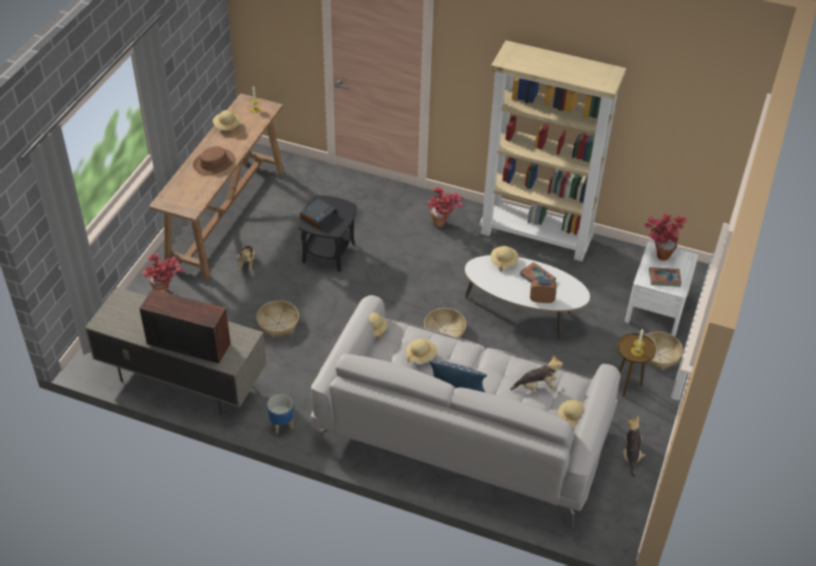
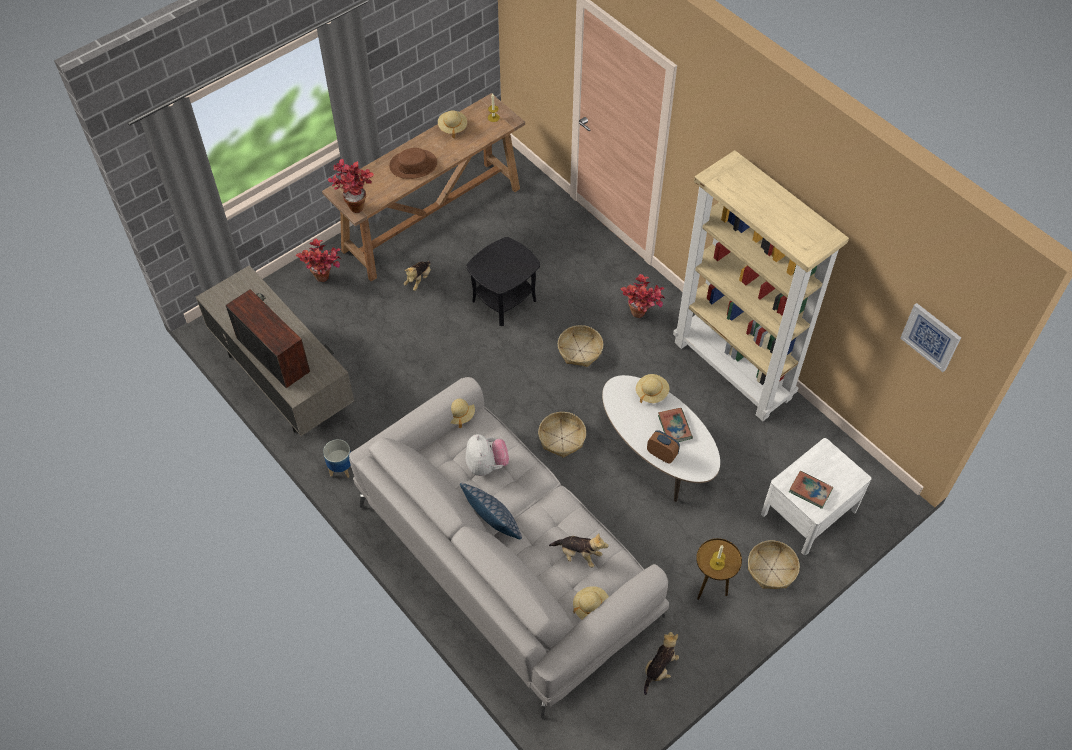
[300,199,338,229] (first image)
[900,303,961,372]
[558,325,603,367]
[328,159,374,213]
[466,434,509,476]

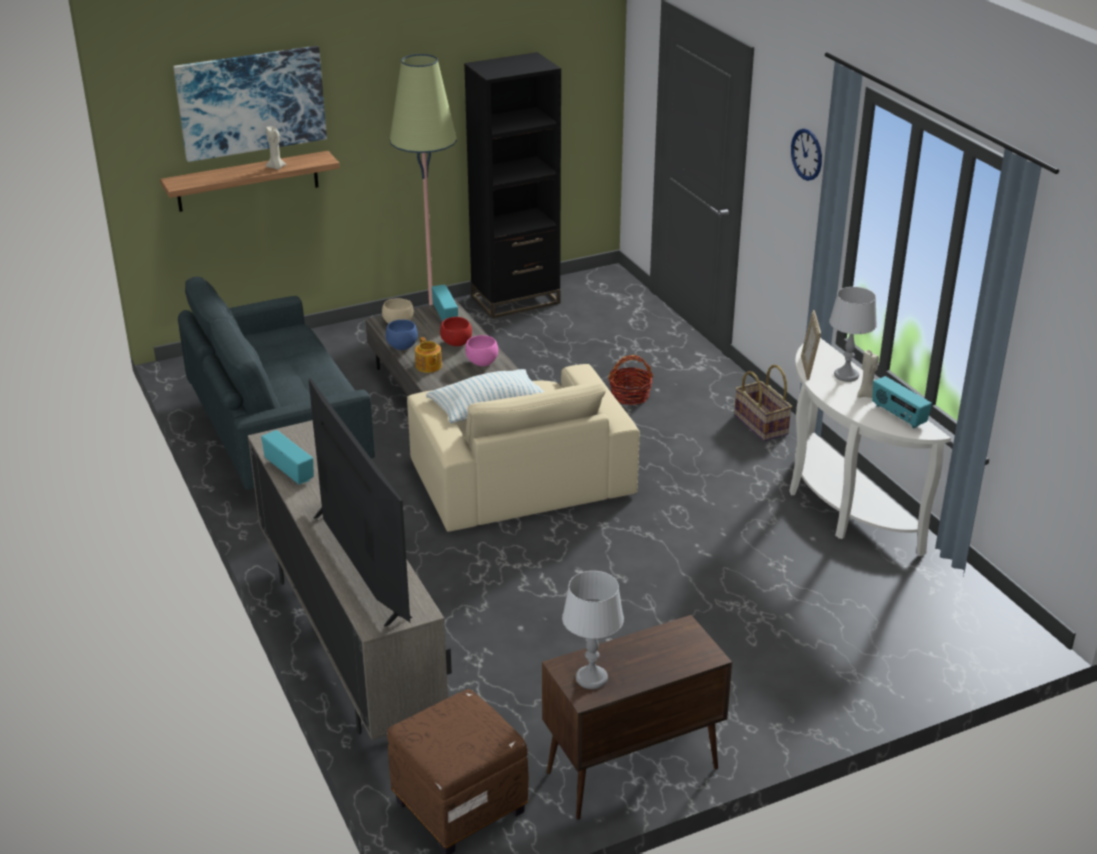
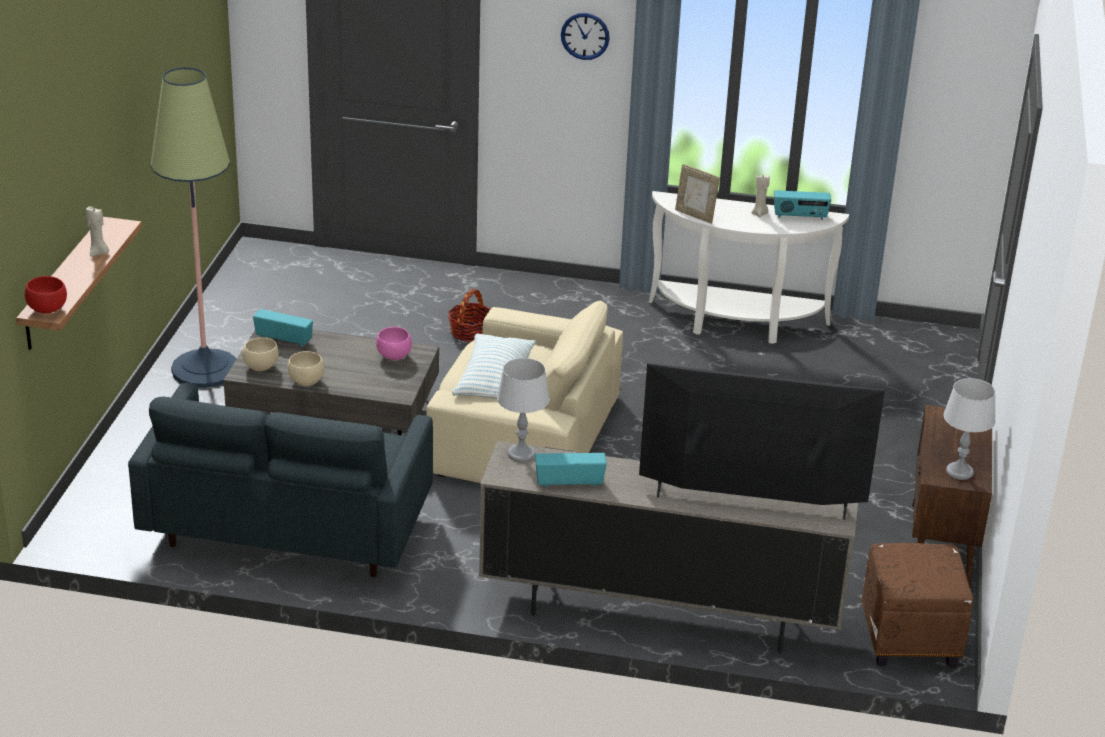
[173,46,327,162] (first image)
[415,337,442,373] (first image)
[464,52,561,318] (first image)
[734,365,792,441] (first image)
[25,276,67,313]
[497,358,550,462]
[288,351,325,386]

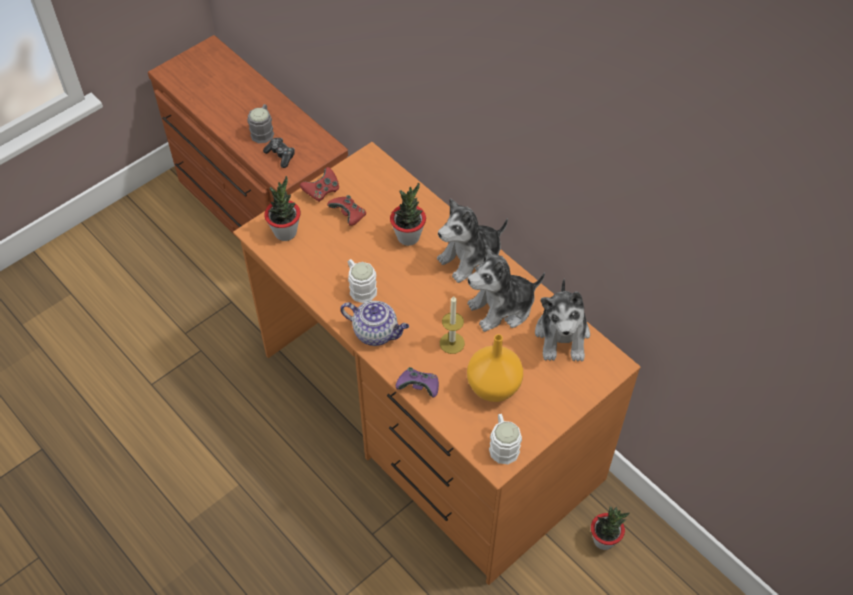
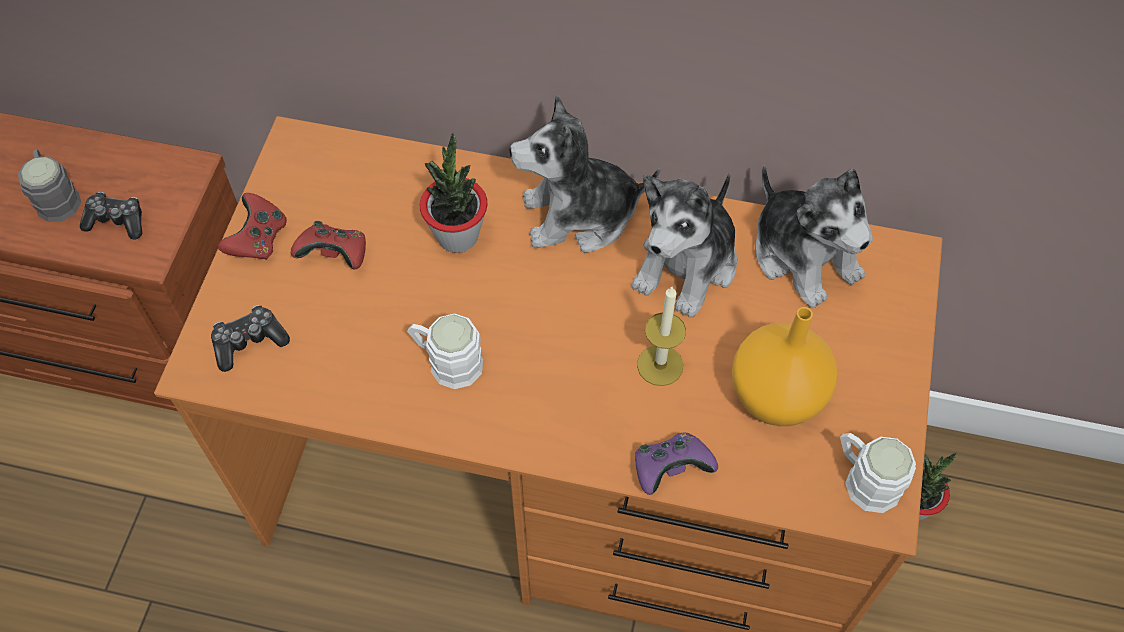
[341,301,409,346] (first image)
[211,305,290,372]
[510,95,660,253]

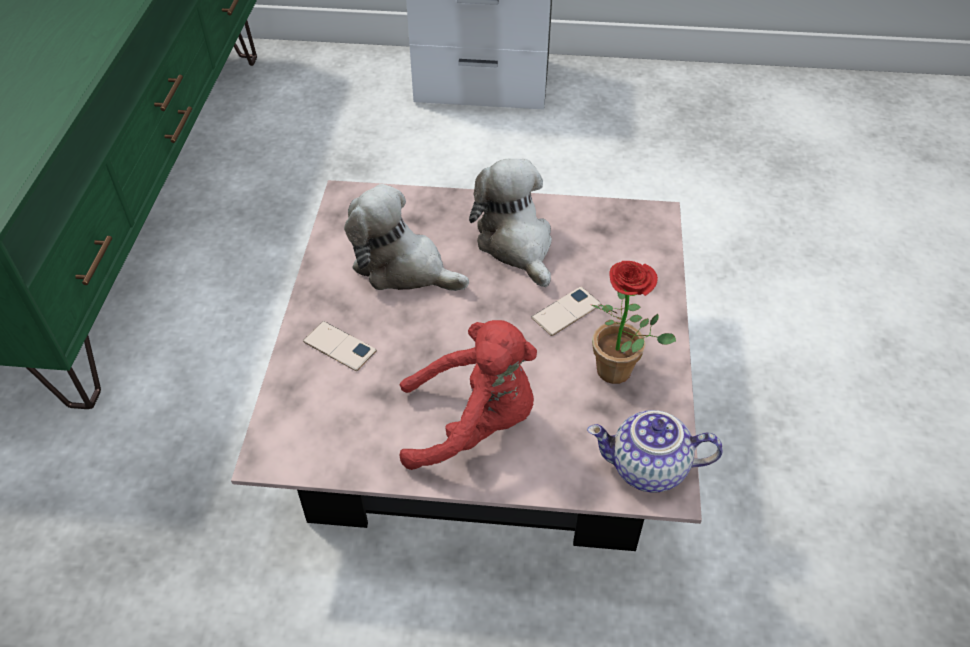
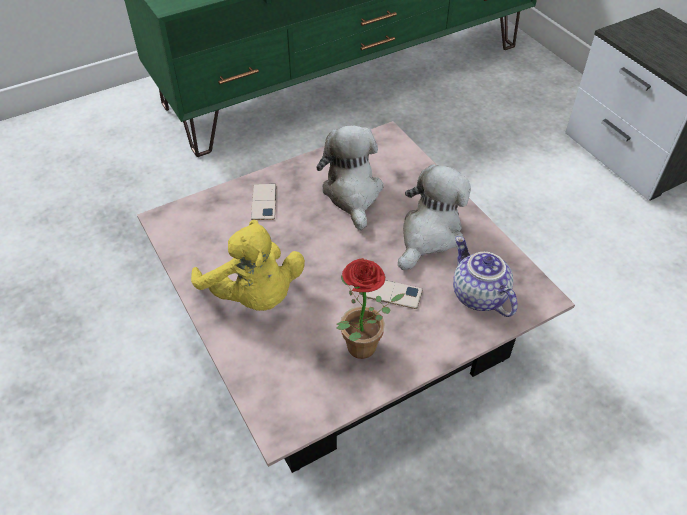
[453,236,517,317]
[191,220,305,311]

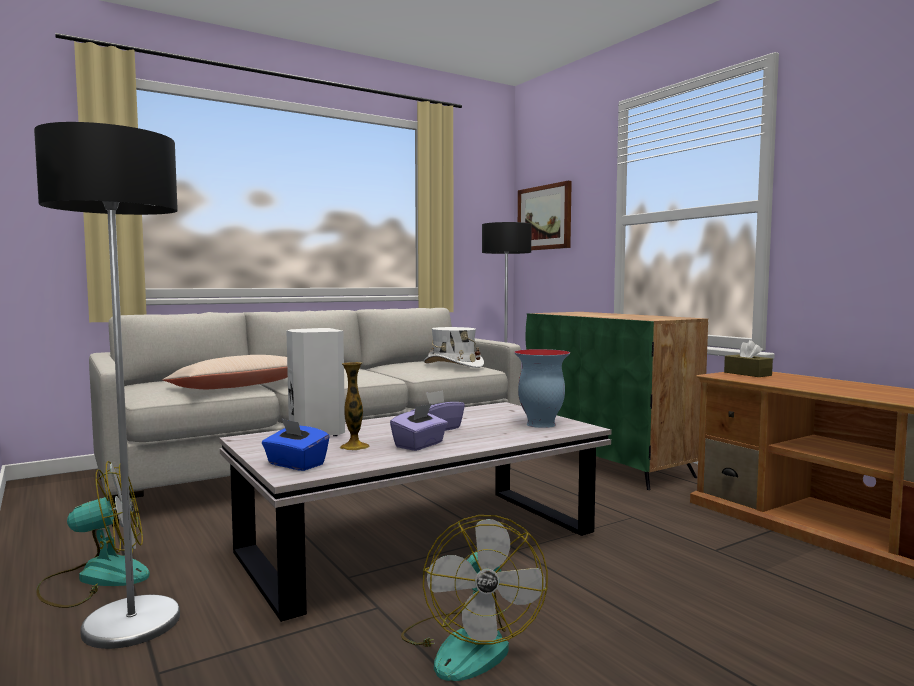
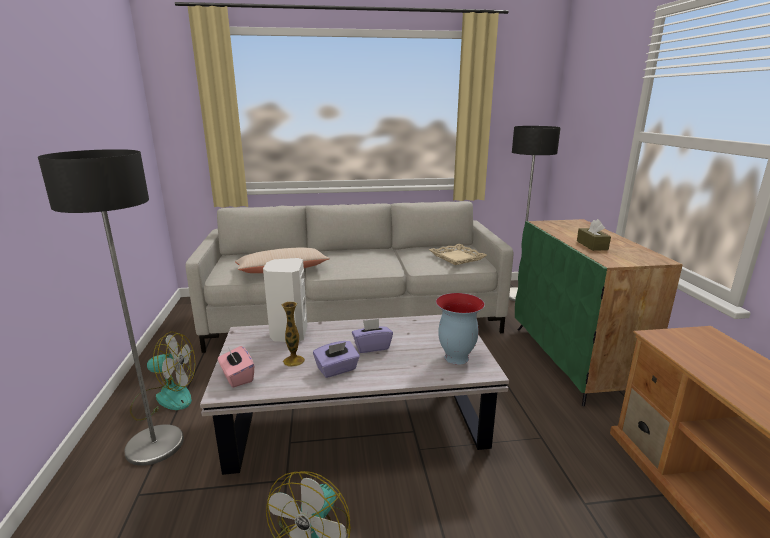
[518,181,572,250] (first image)
[577,219,611,251]
[429,244,487,265]
[218,346,254,388]

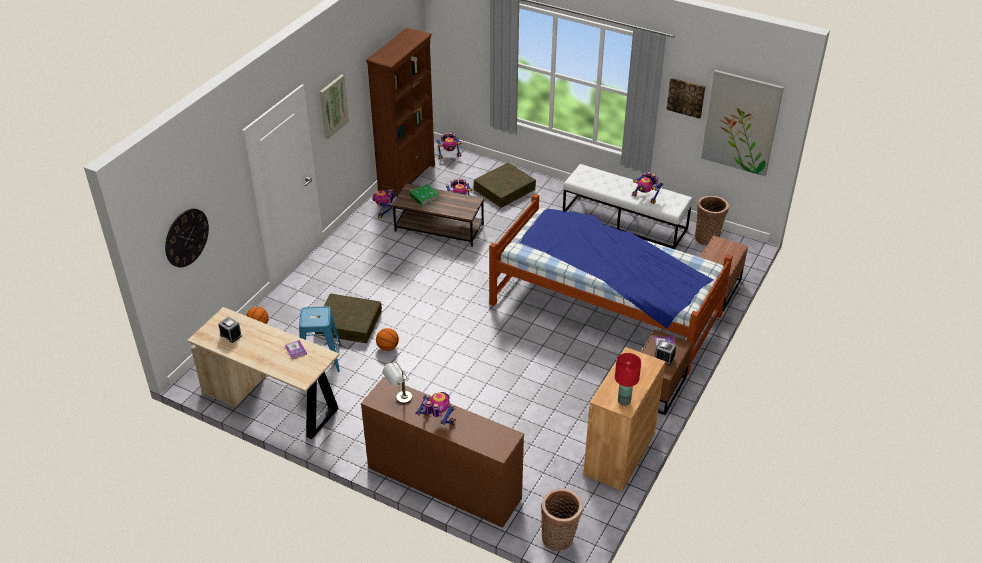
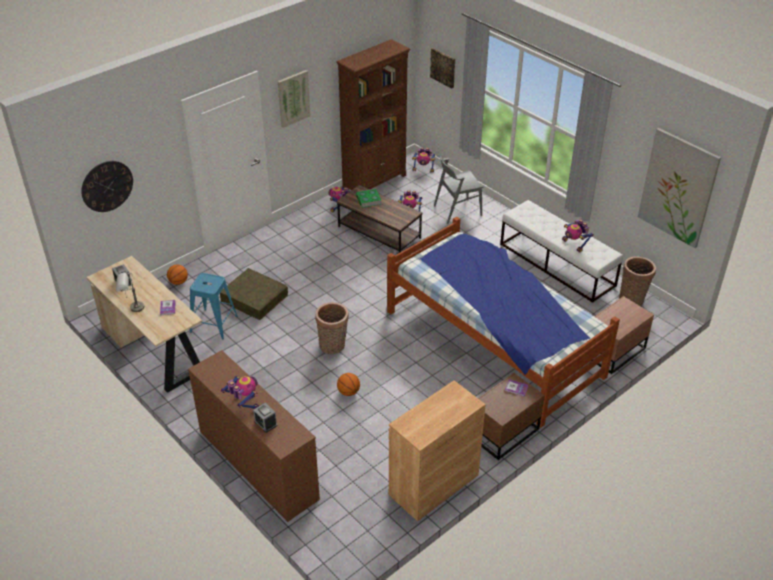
[615,353,641,406] (first image)
[337,373,360,396]
[116,273,144,312]
[315,302,349,354]
[253,403,277,433]
[430,48,455,88]
[434,156,483,224]

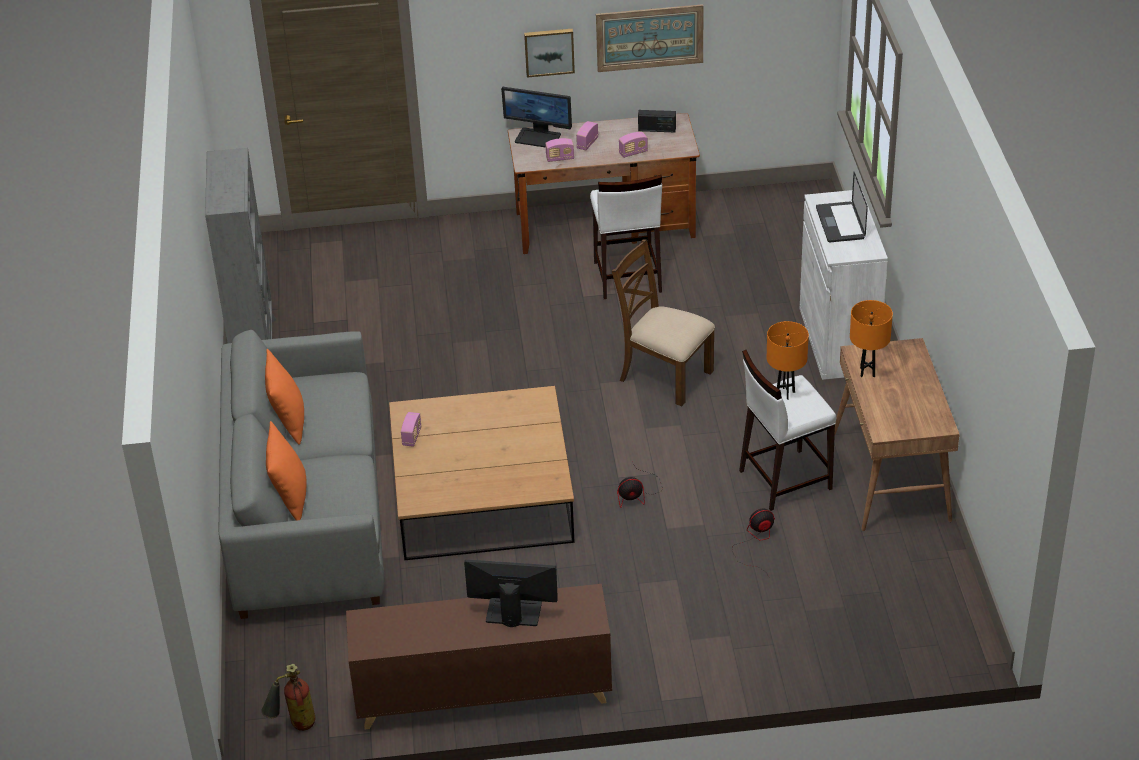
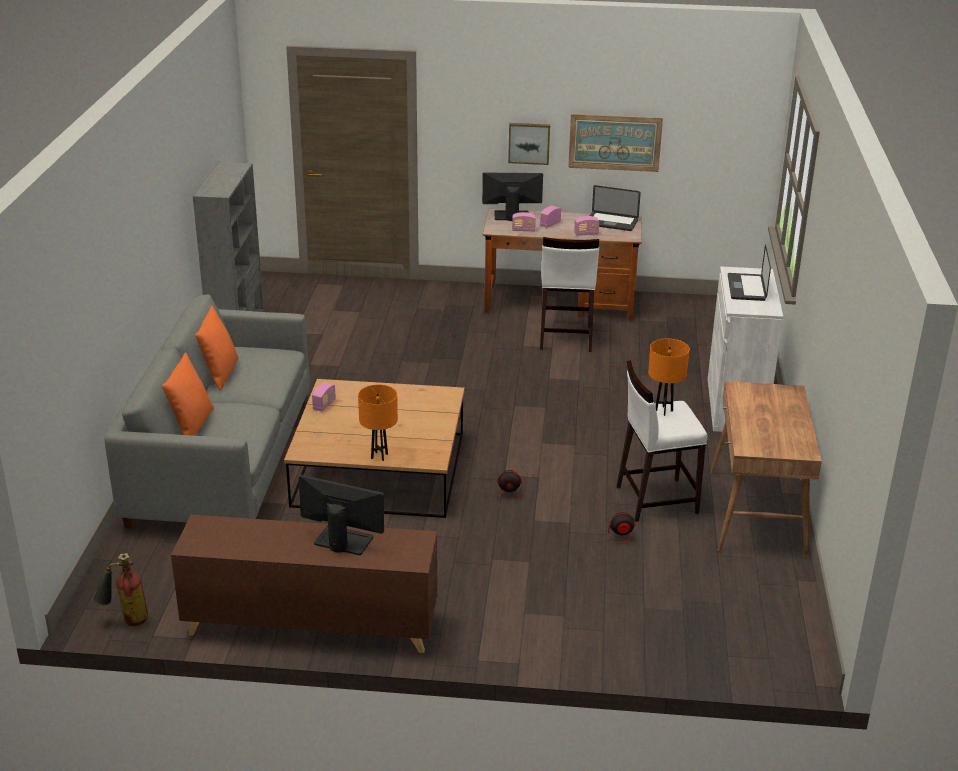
[612,239,715,406] (first image)
[358,385,398,461]
[590,185,641,231]
[482,173,543,221]

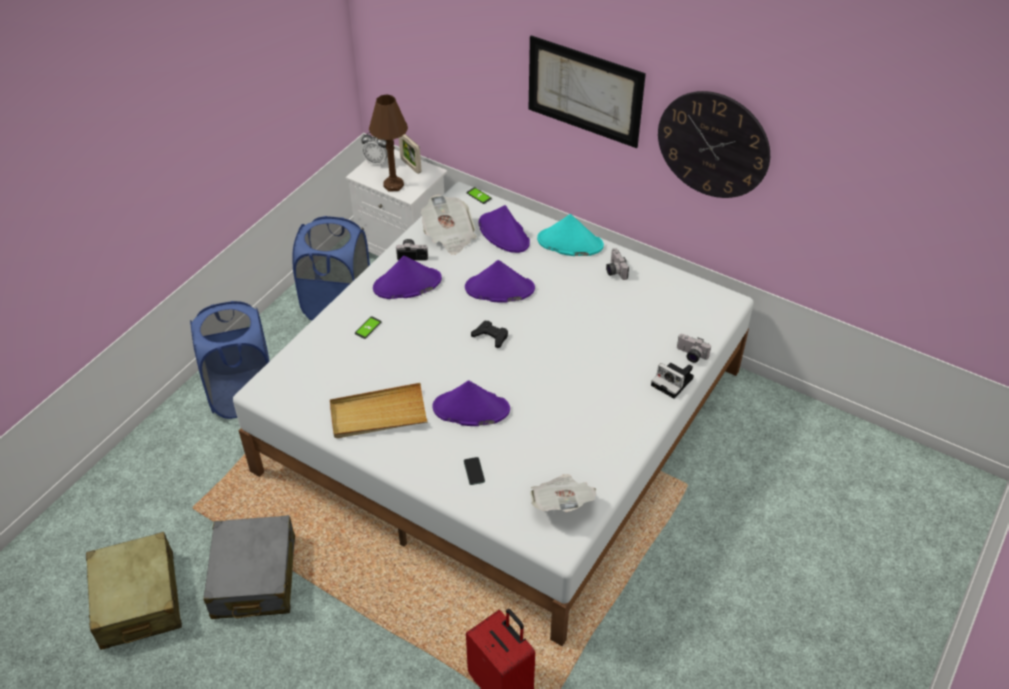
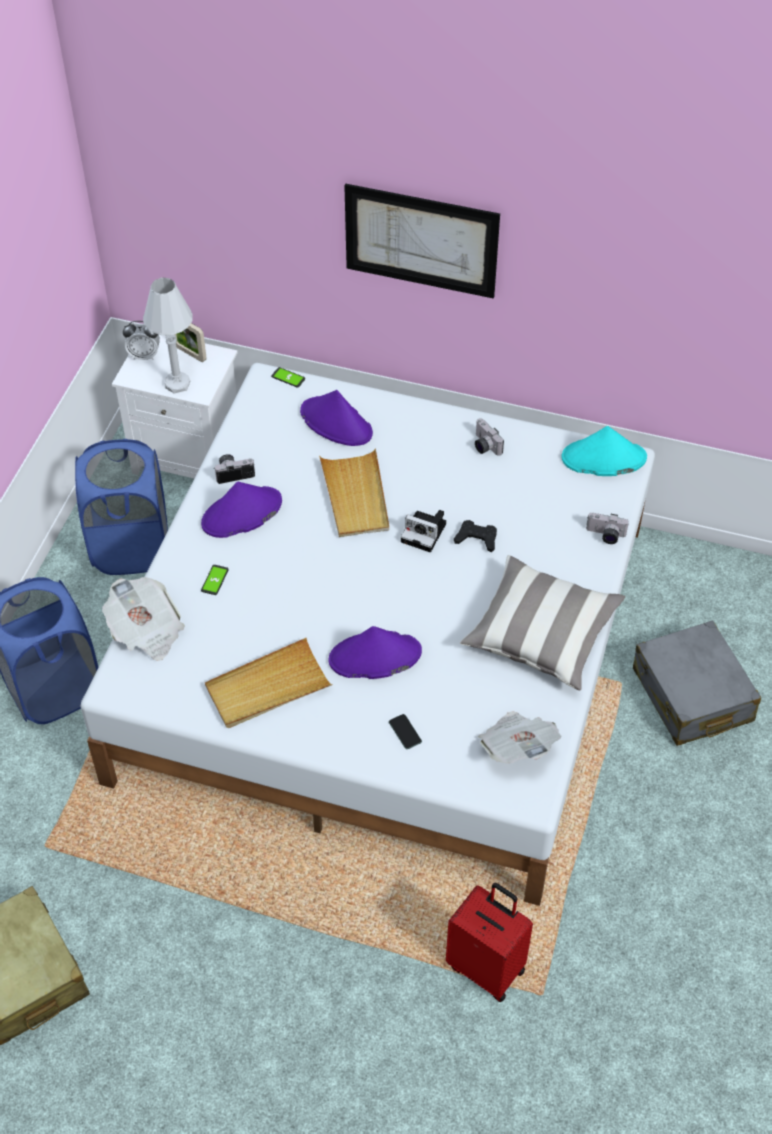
[658,91,770,198] (first image)
[460,555,625,690]
[633,620,762,746]
[102,577,185,661]
[454,520,497,552]
[561,426,647,476]
[401,510,446,552]
[319,448,389,537]
[143,278,193,393]

